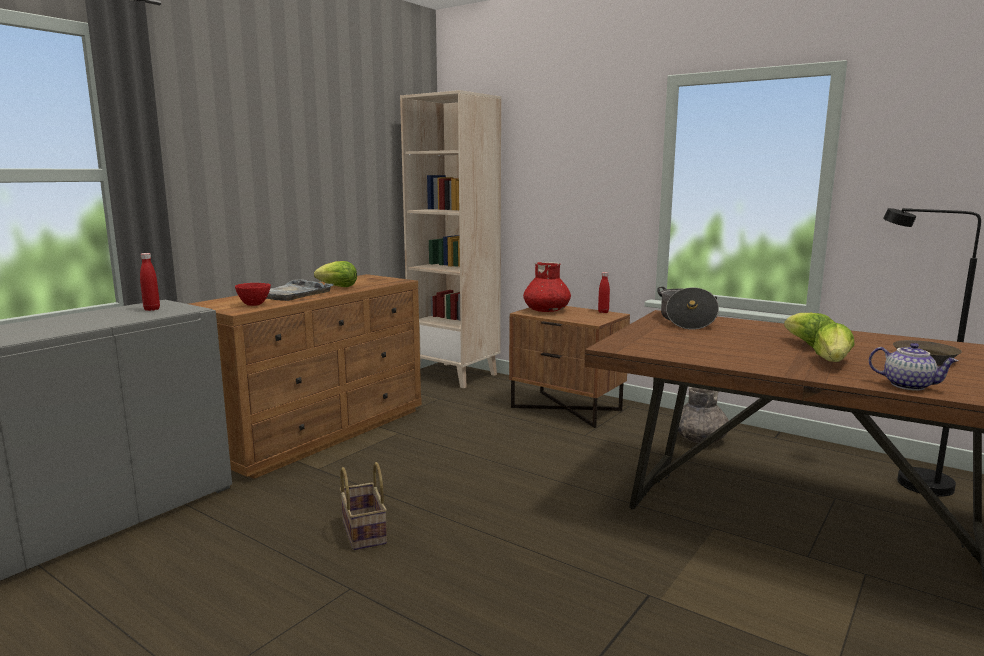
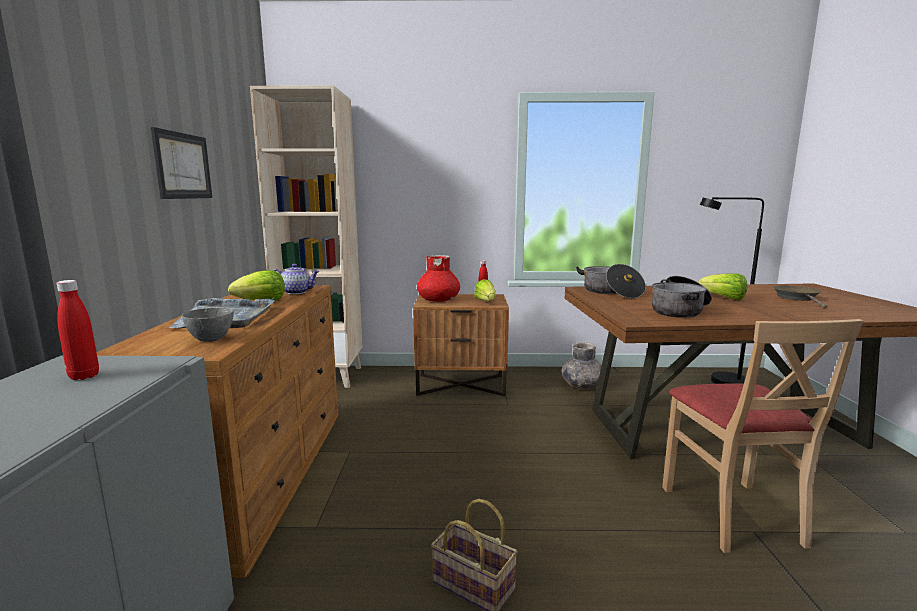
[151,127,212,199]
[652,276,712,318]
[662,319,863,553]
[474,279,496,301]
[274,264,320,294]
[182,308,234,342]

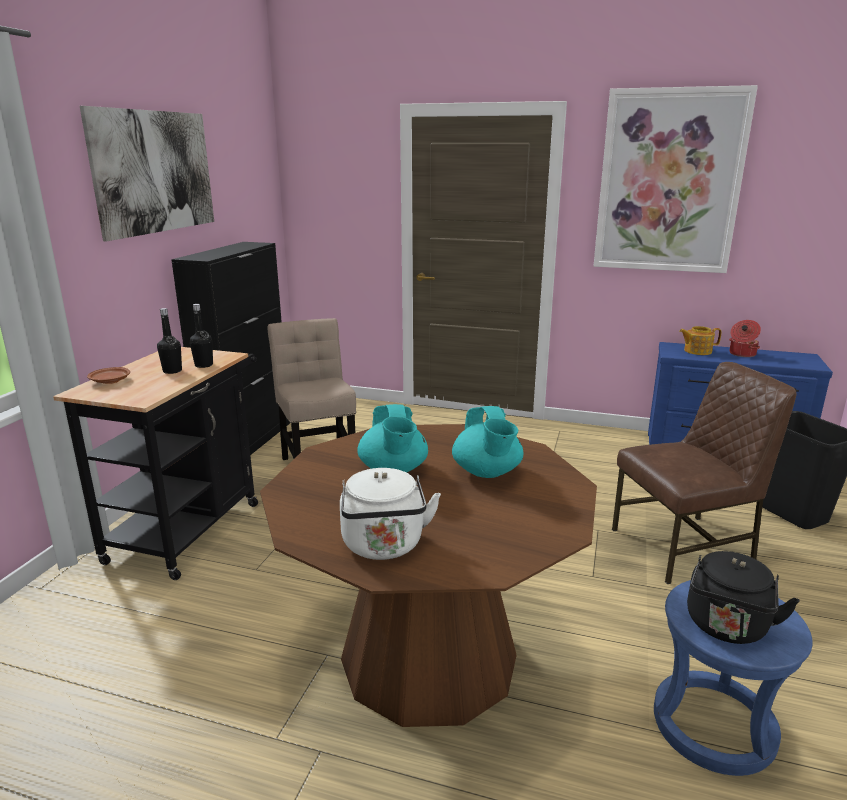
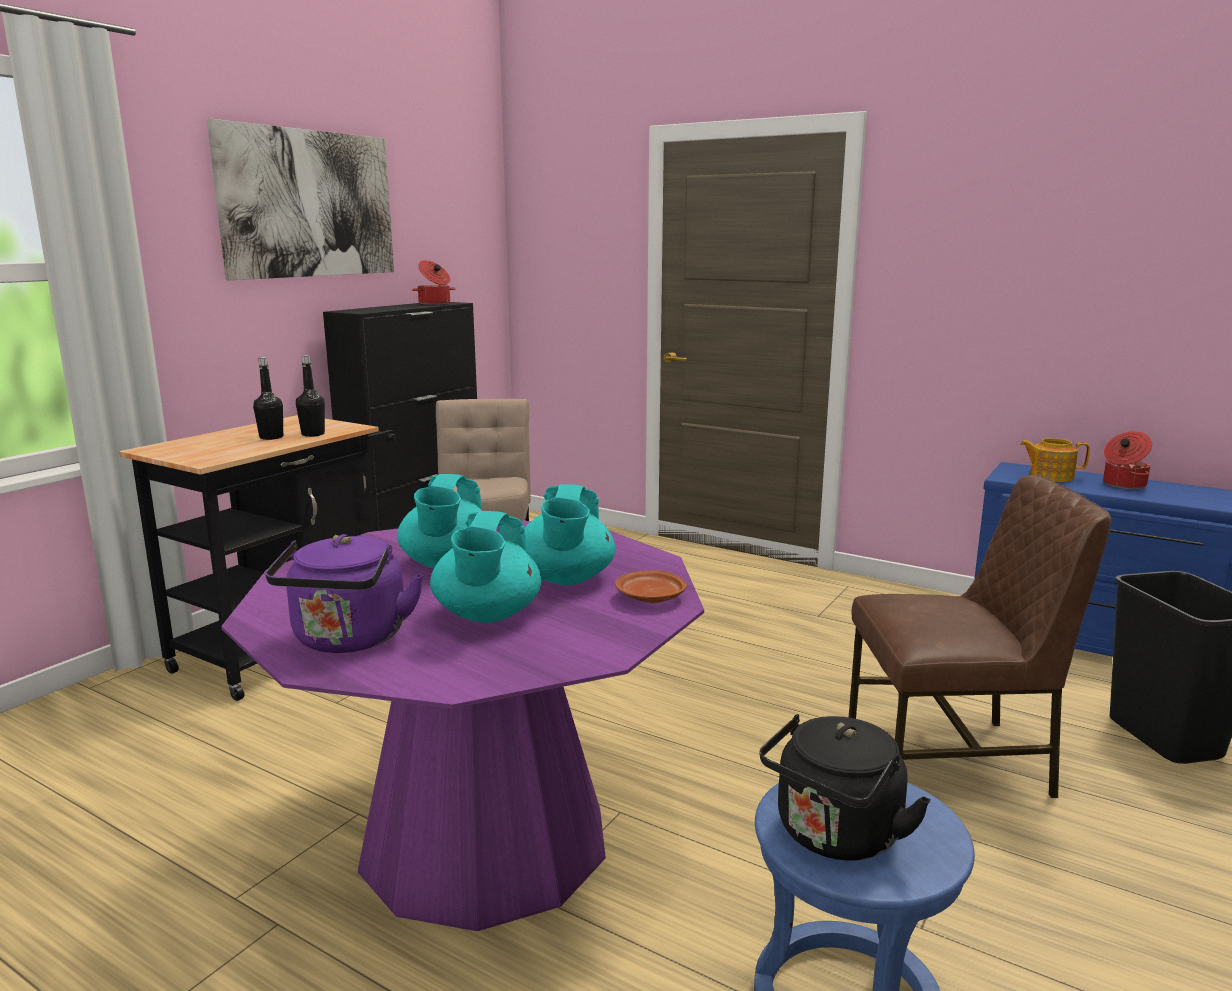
[593,85,758,273] (first image)
[412,260,455,305]
[430,511,541,623]
[615,570,687,603]
[221,520,704,931]
[265,534,424,653]

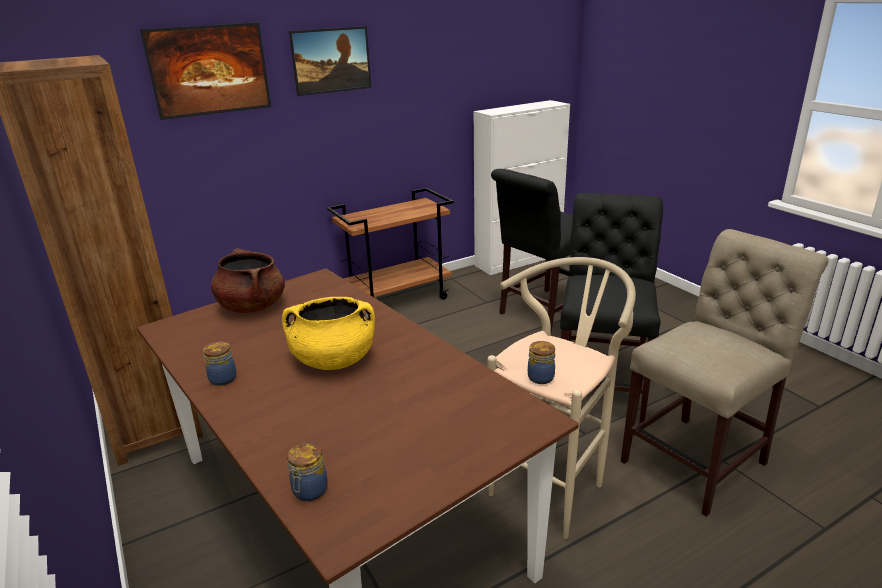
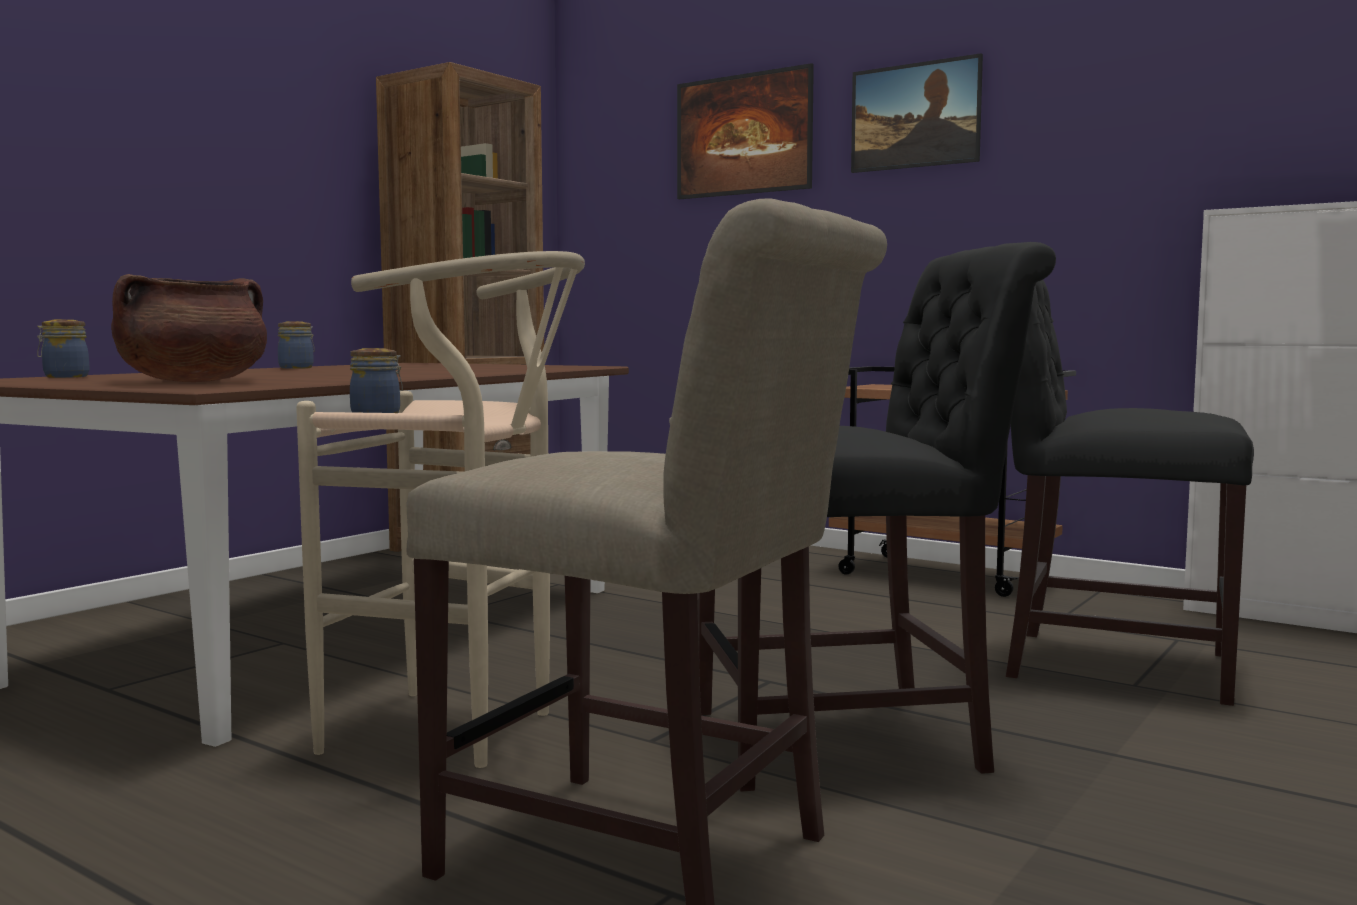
[282,297,375,370] (first image)
[111,274,267,382]

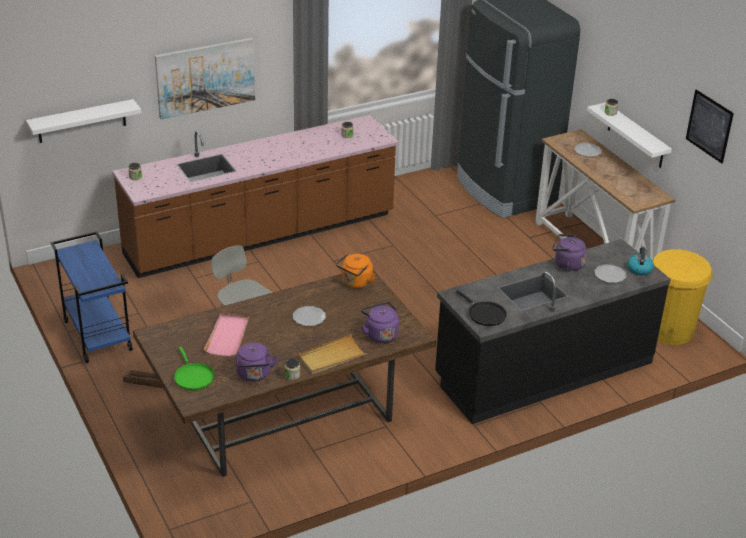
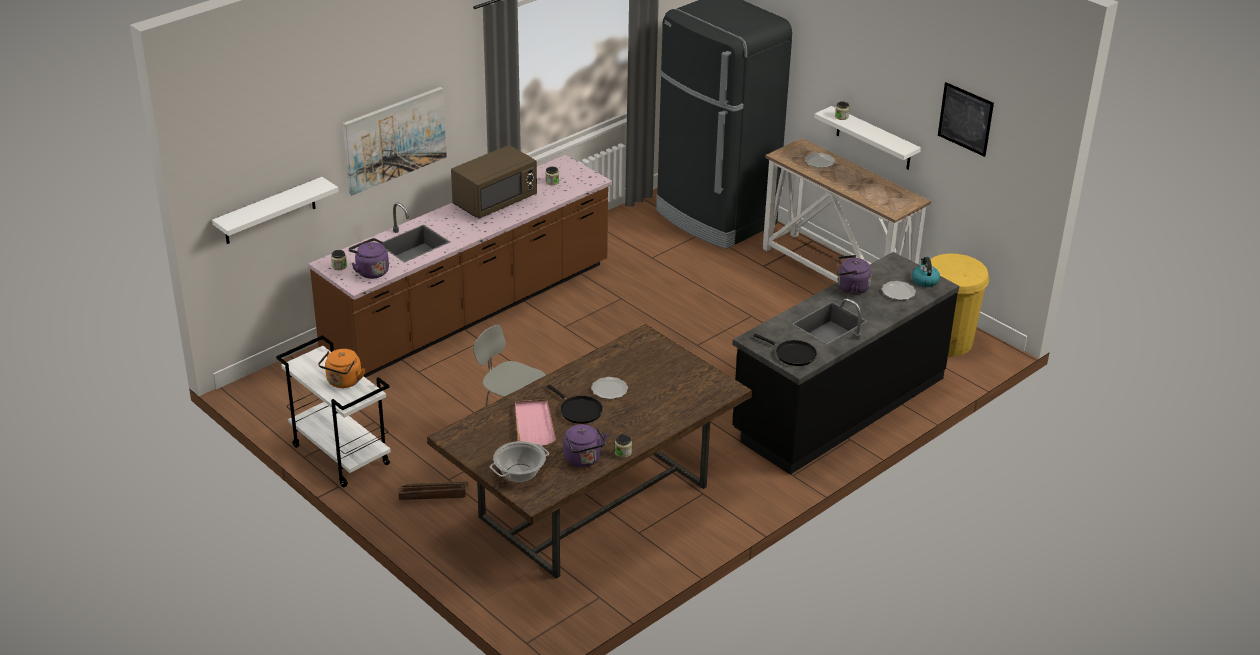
[298,334,368,374] (first image)
[451,145,537,218]
[547,384,603,424]
[318,349,365,388]
[349,238,389,279]
[490,441,549,482]
[276,335,391,488]

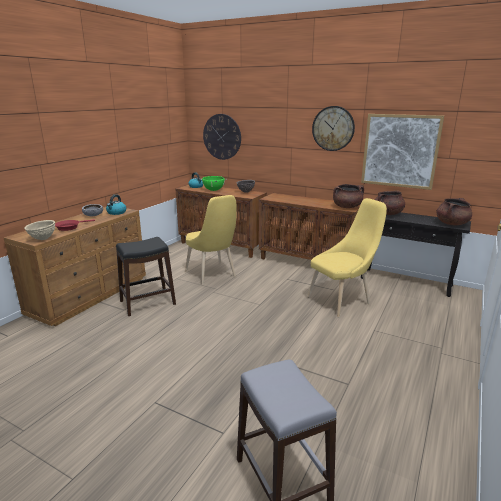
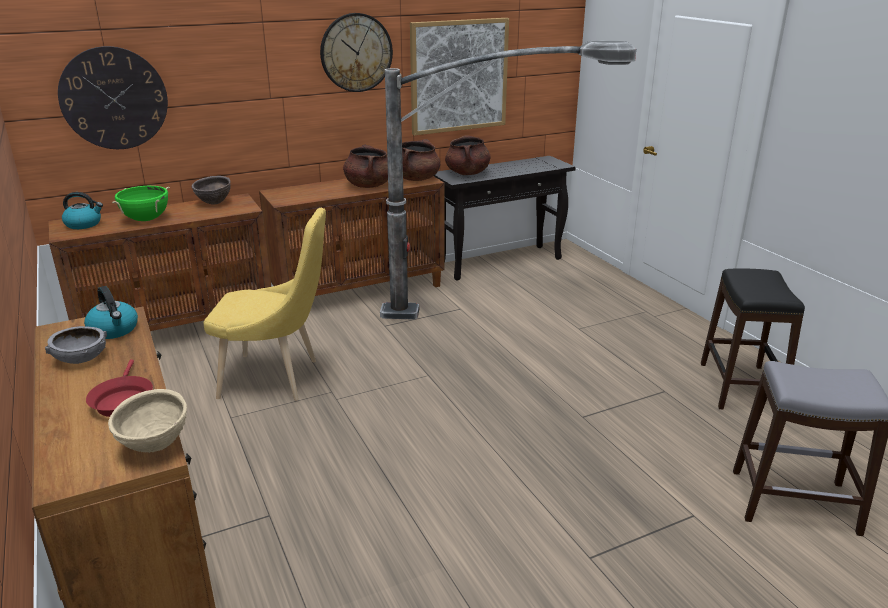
[701,268,805,409]
[343,145,388,188]
[380,41,636,320]

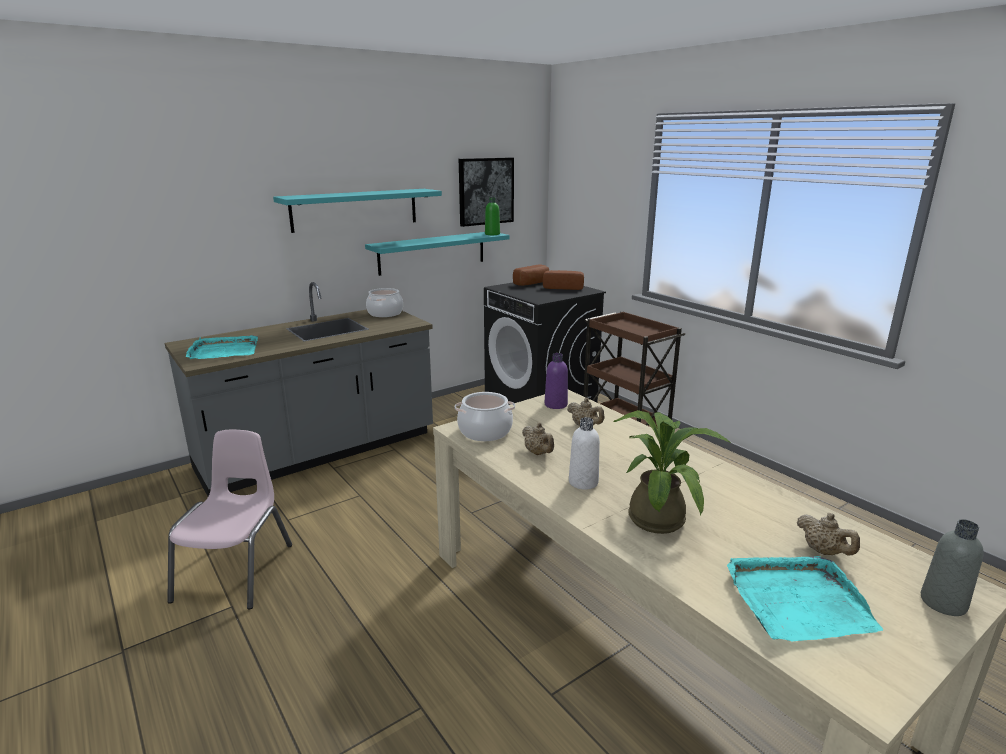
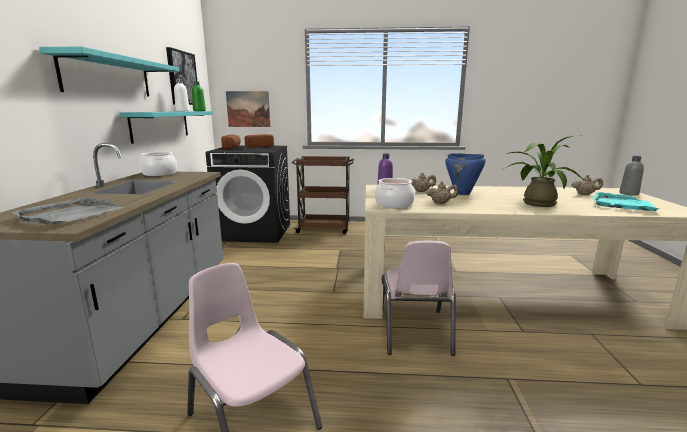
[226,91,270,127]
[382,241,456,356]
[445,154,486,195]
[174,79,190,111]
[12,197,123,225]

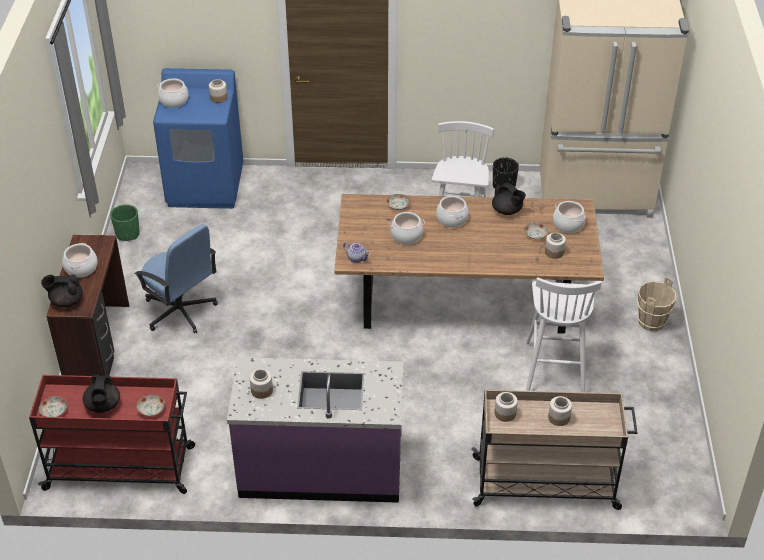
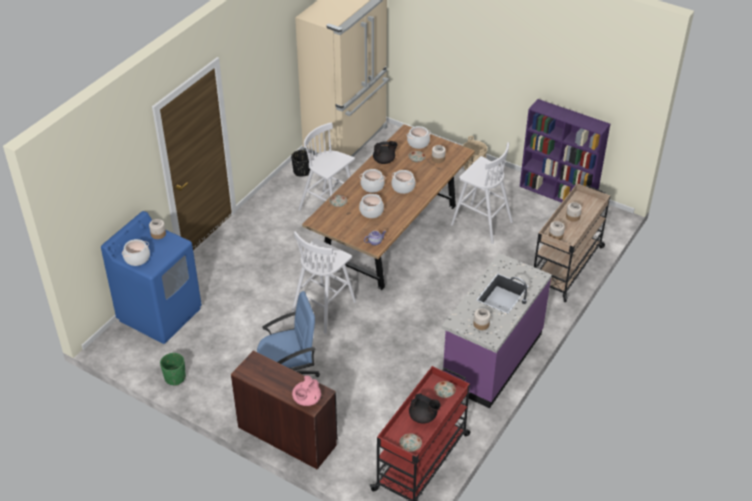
[291,231,356,334]
[520,99,610,203]
[391,170,415,194]
[292,376,321,406]

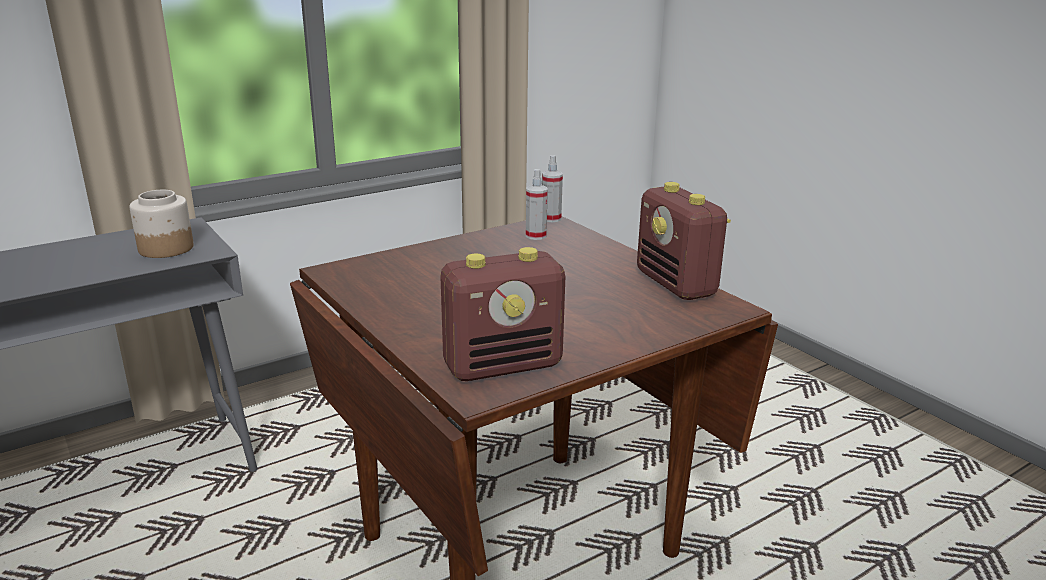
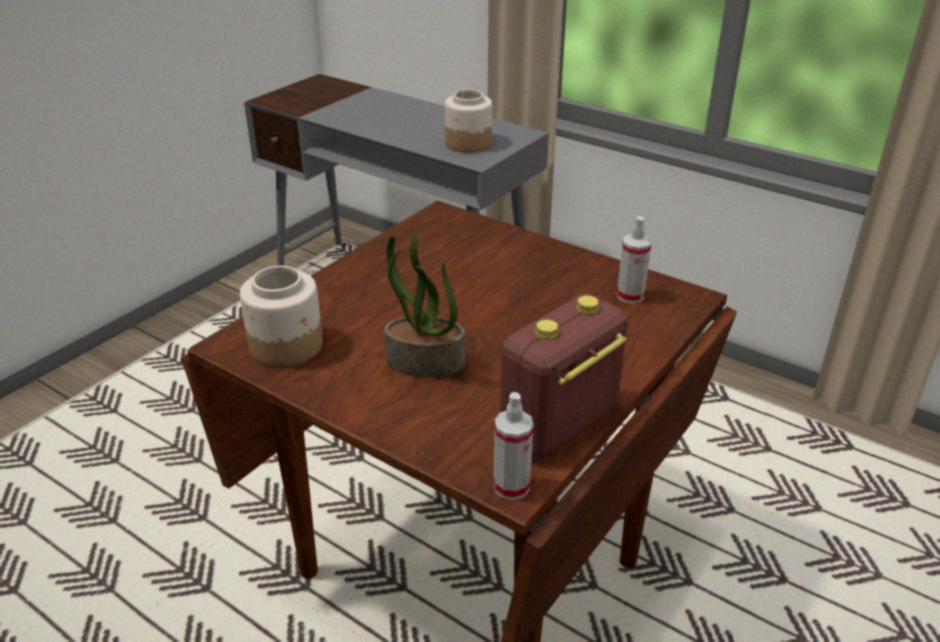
[384,233,465,377]
[494,392,533,500]
[240,266,323,367]

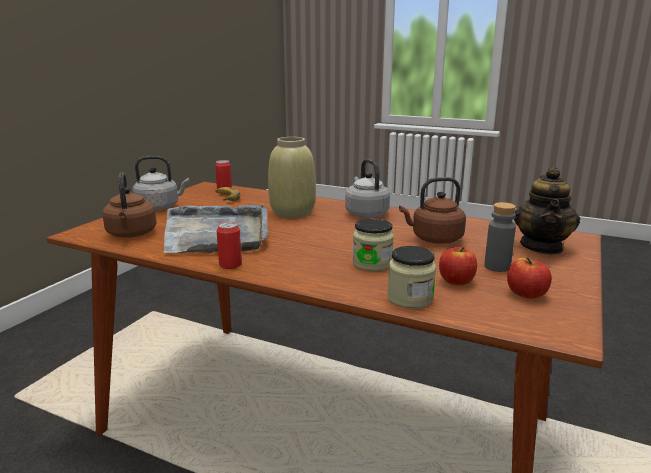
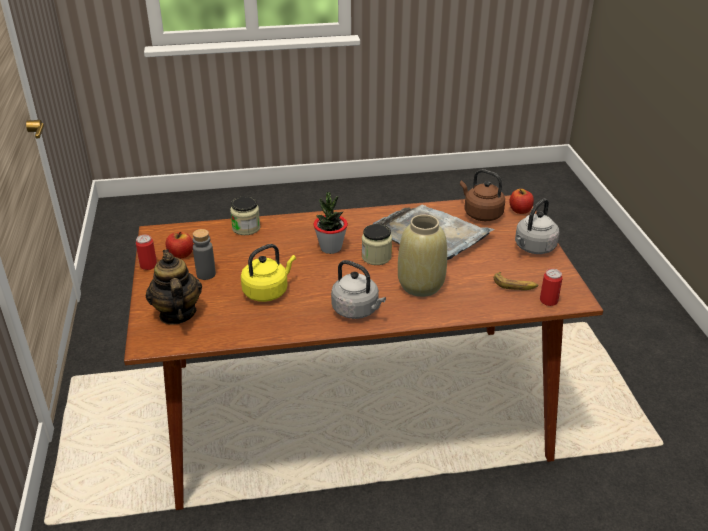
[313,192,348,254]
[136,235,157,270]
[362,224,392,265]
[509,189,534,214]
[241,244,296,302]

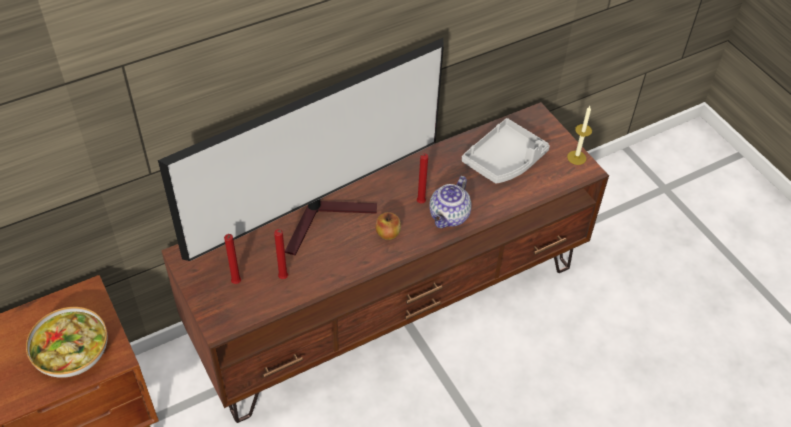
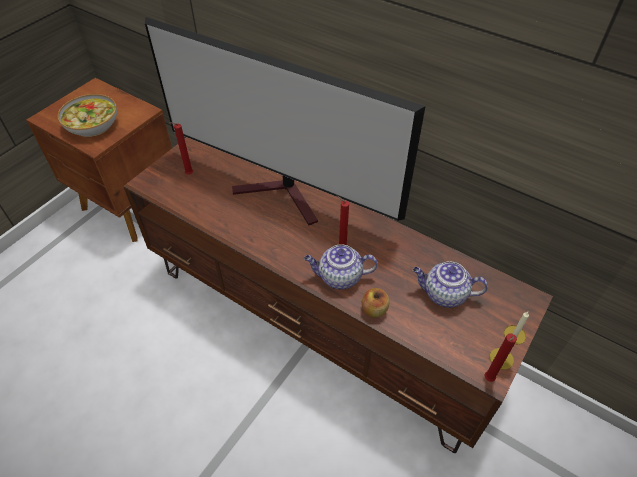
[484,333,517,382]
[362,288,389,318]
[413,261,488,308]

